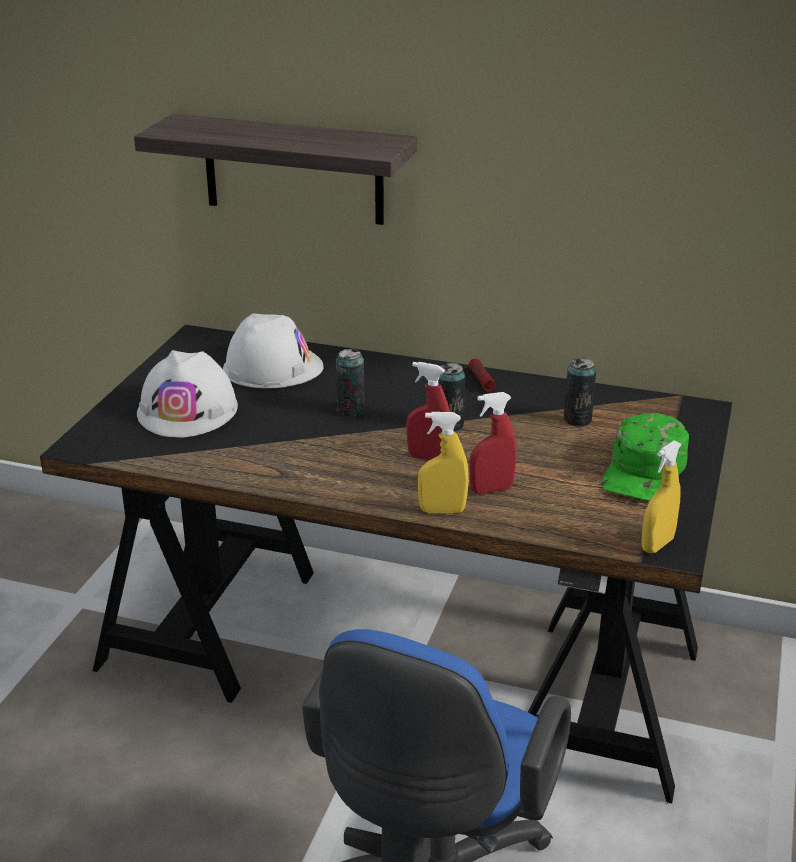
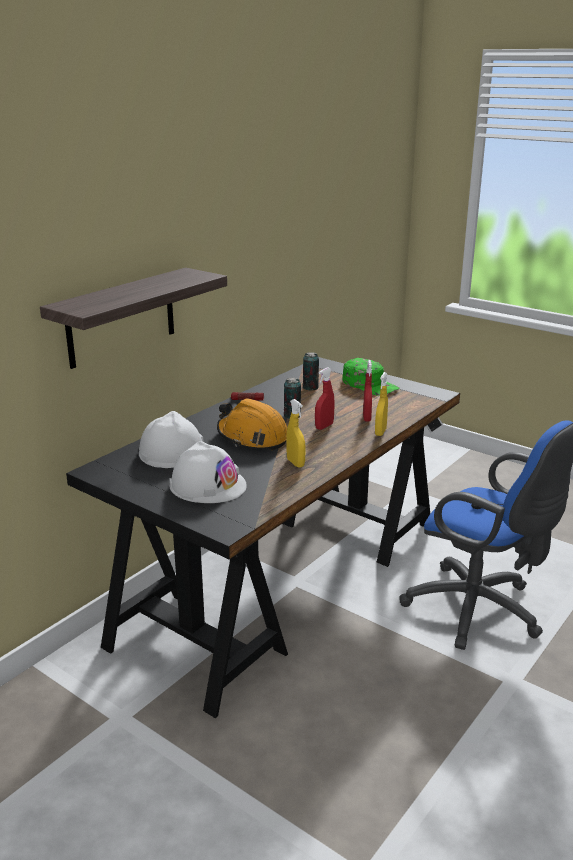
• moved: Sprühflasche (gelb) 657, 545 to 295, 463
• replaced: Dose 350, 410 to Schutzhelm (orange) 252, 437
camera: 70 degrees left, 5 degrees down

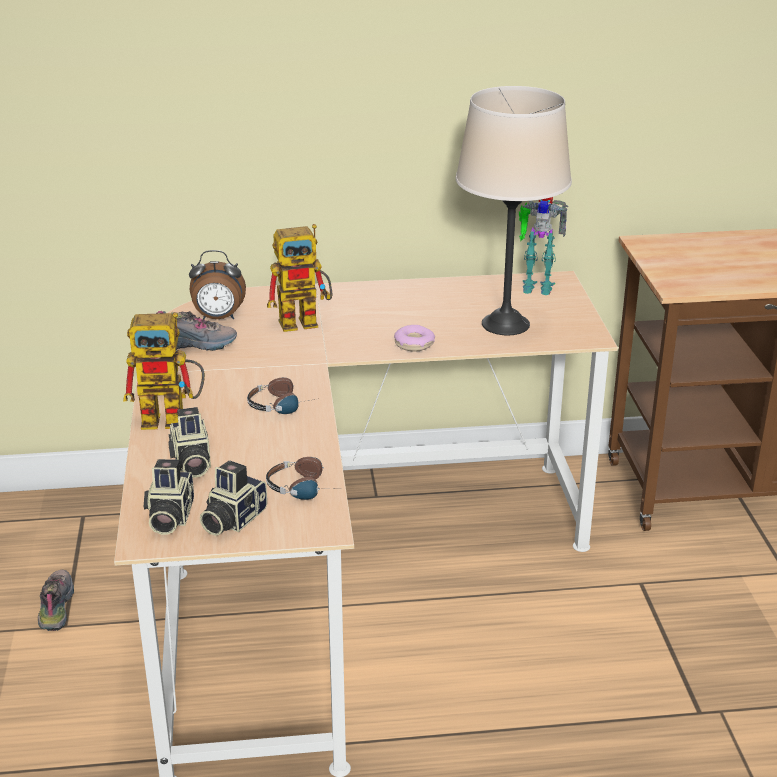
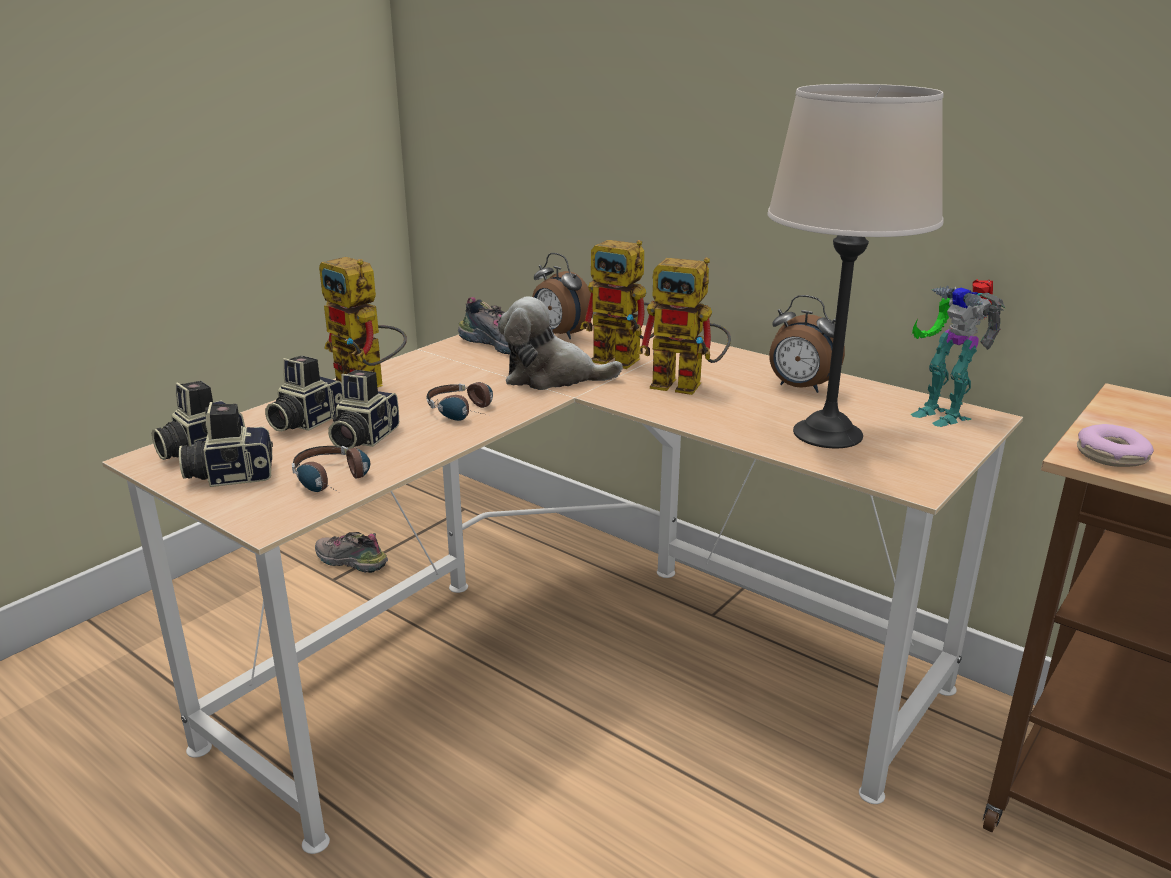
• added: Kamera 362, 438
• added: Plüschtier 552, 377
• added: Spielzeugroboter 688, 385
• added: Wecker 799, 388
• moved: Donut 414, 344 to 1111, 456
• turned: Schuh 55, 606 = 349, 562 105 degrees counterclockwise
camera: 45 degrees right, 5 degrees down

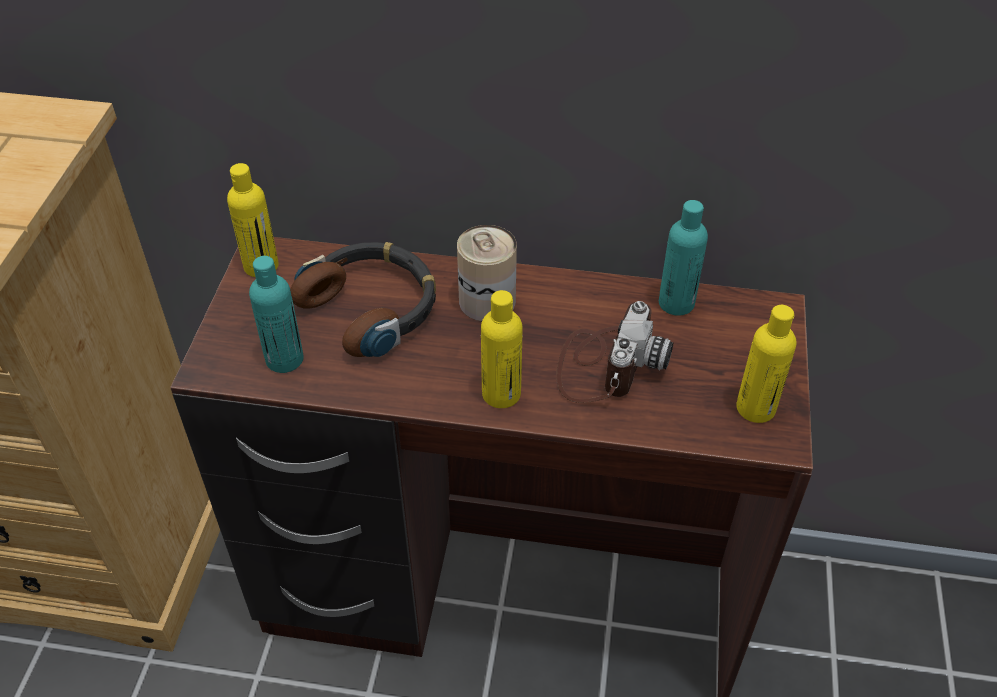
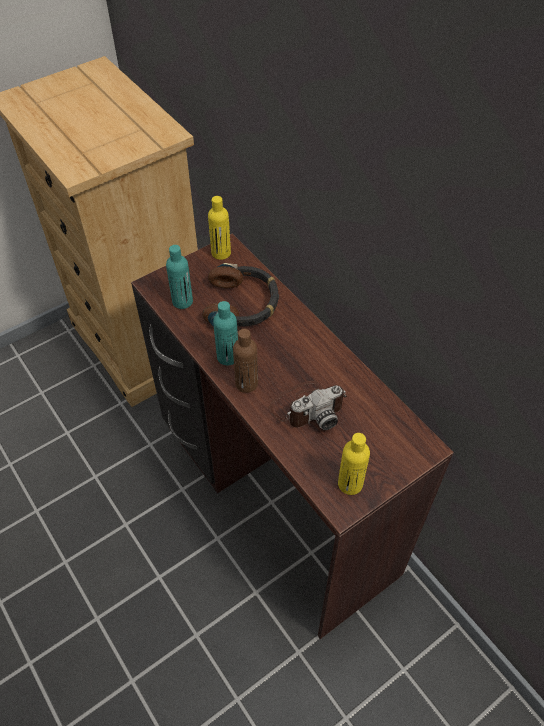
• removed: Dose 487, 301
• moved: Flasche (türkis) 676, 303 to 228, 357
• recoloured: Flasche (gelb) 501, 394 to Flasche (braun) 246, 384
camera: 45 degrees right, 5 degrees up

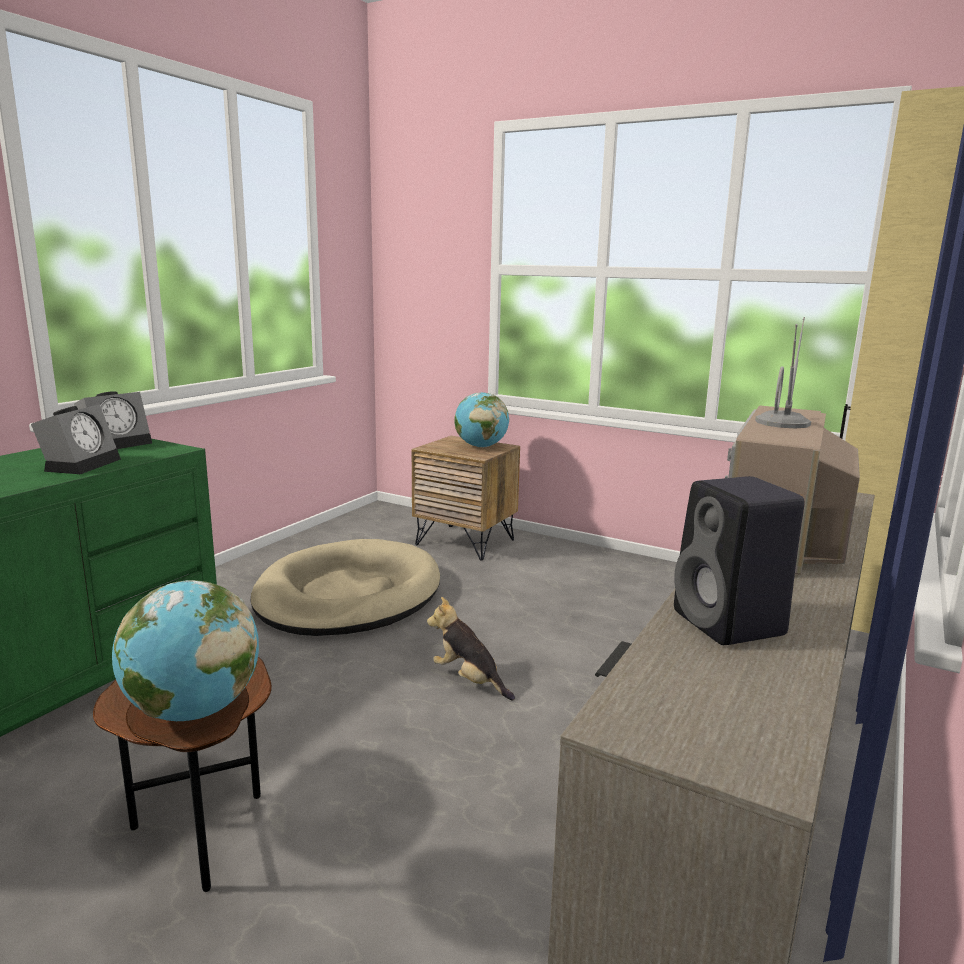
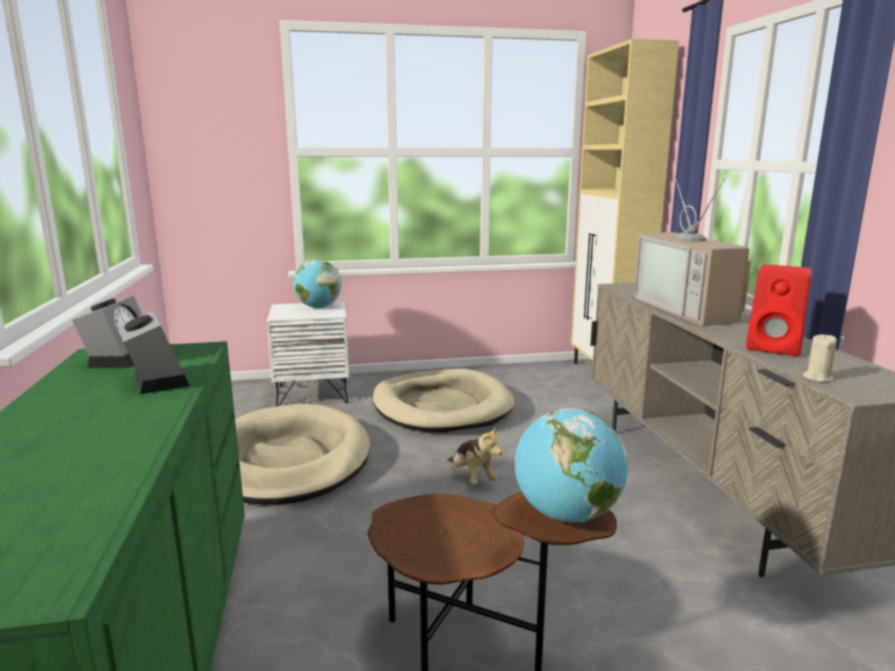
• added: Hundebett (beige) 441, 406
• added: Kerze (beige) 817, 378
• recoloured: Nachttisch (braun) 465, 542 to Nachttisch (weiß) 313, 394
• recoloured: Lautsprecher (schwarz) 731, 624 to Lautsprecher (rot) 776, 348
• turned: Plüschtier 469, 680 = 471, 478 120 degrees counterclockwise
camera: 40 degrees left, 0 degrees up

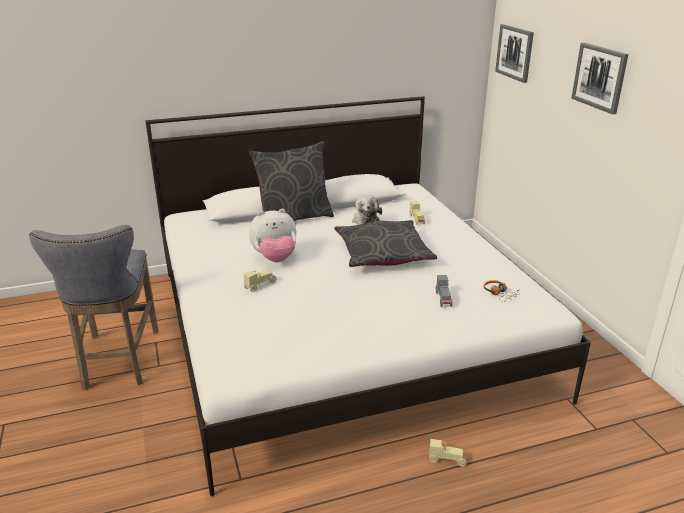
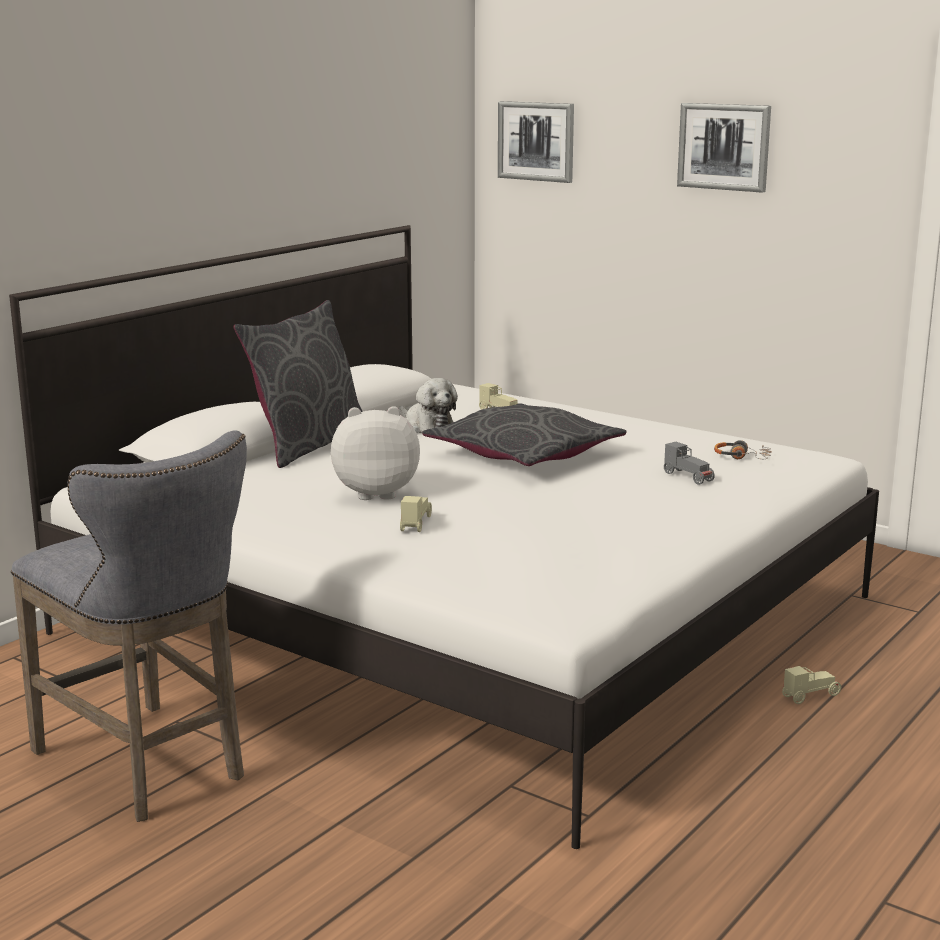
• turned: Plüschtier 275, 258 = 376, 493 135 degrees counterclockwise
camera: 35 degrees left, 10 degrees down

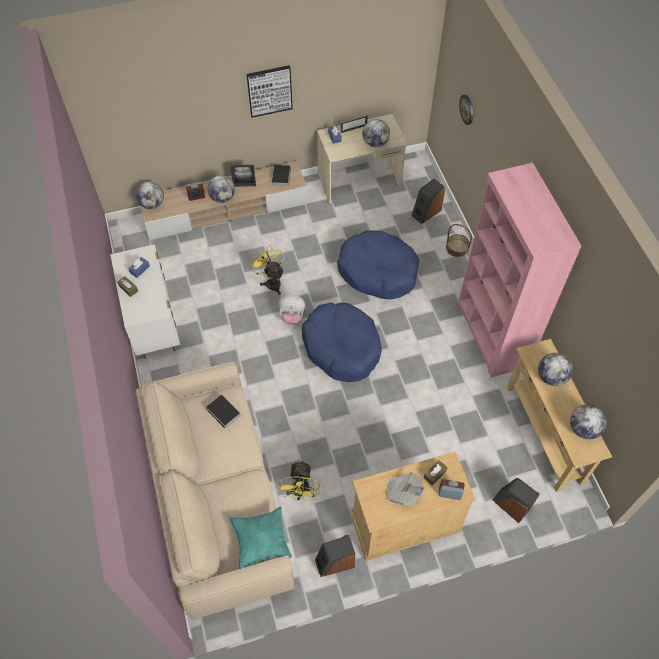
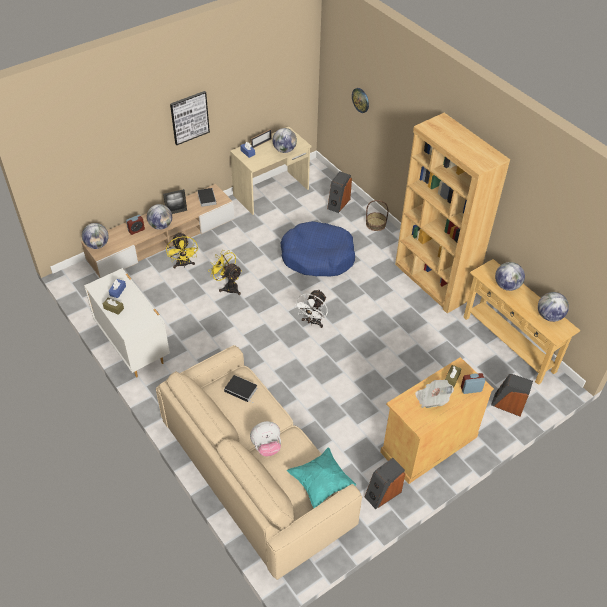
• moved: Ventilator (gelb) 300, 492 to 184, 264
• moved: Plüschtier 292, 316 to 266, 446
• replaced: Hundebett (blau) 341, 347 to Ventilator (weiß) 312, 322
• recoloured: Bücherregal (rosa) 491, 334 to Bücherregal (braun) 433, 281
camera: 20 degrees left, 10 degrees down

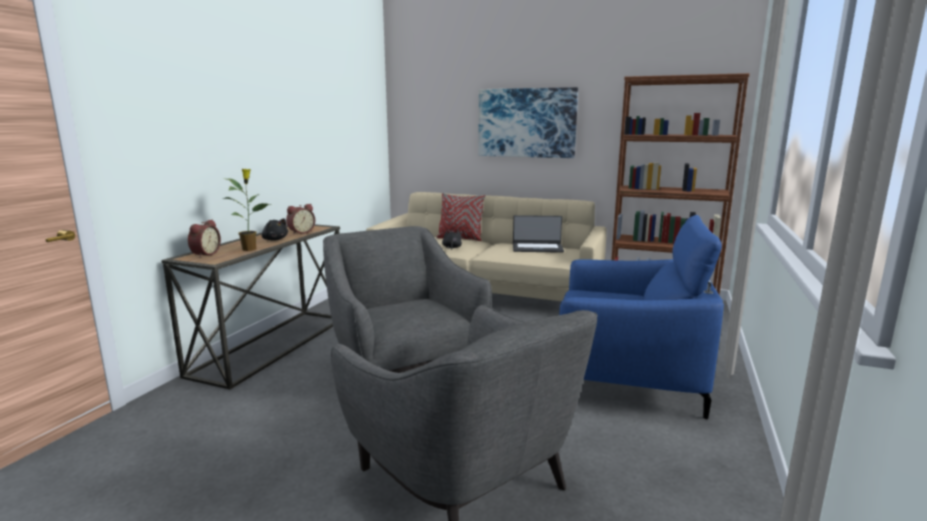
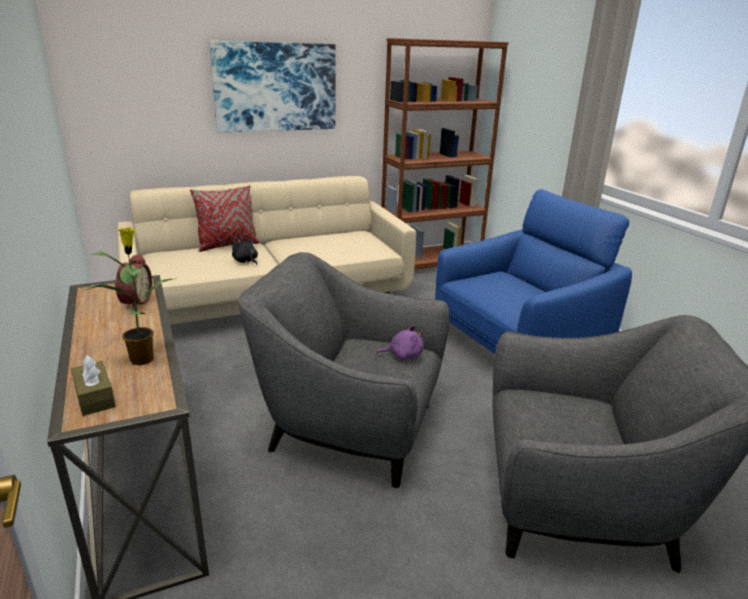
• removed: Plüschtier (schwarz) 274, 240
• removed: Laptop 537, 248
• added: Plüschtier (lila) 403, 355
• replaced: Wecker 204, 254 to Taschentuchbox (braun) 95, 397
camera: 45 degrees left, 10 degrees up

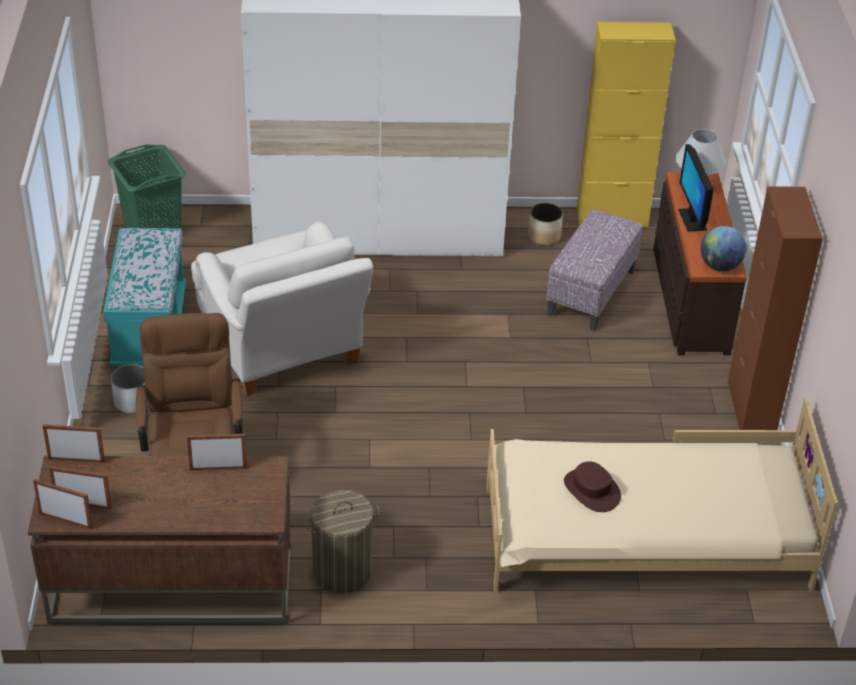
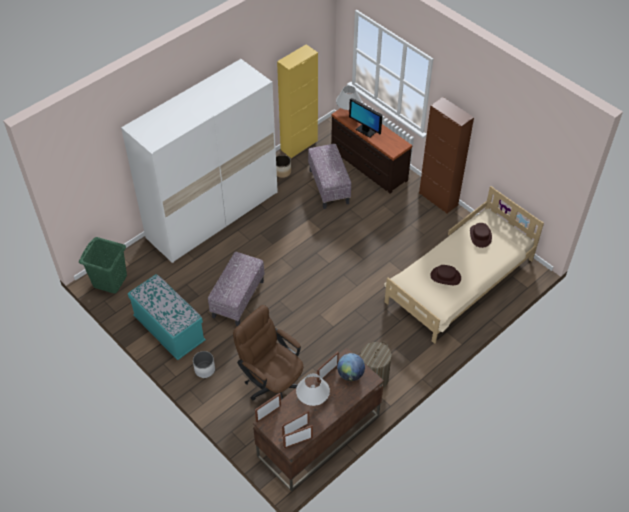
• added: Tischlampe (weiß) 313, 400
• added: Hut (braun) 480, 236
• moved: Globus 720, 266 to 350, 374
• replaced: Sessel (weiß) 283, 350 to Polsterhocker 238, 299
camera: 40 degrees left, 10 degrees up

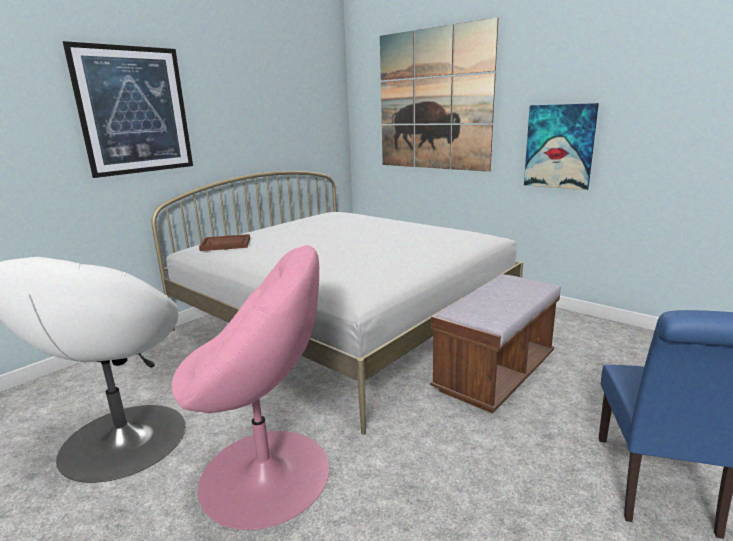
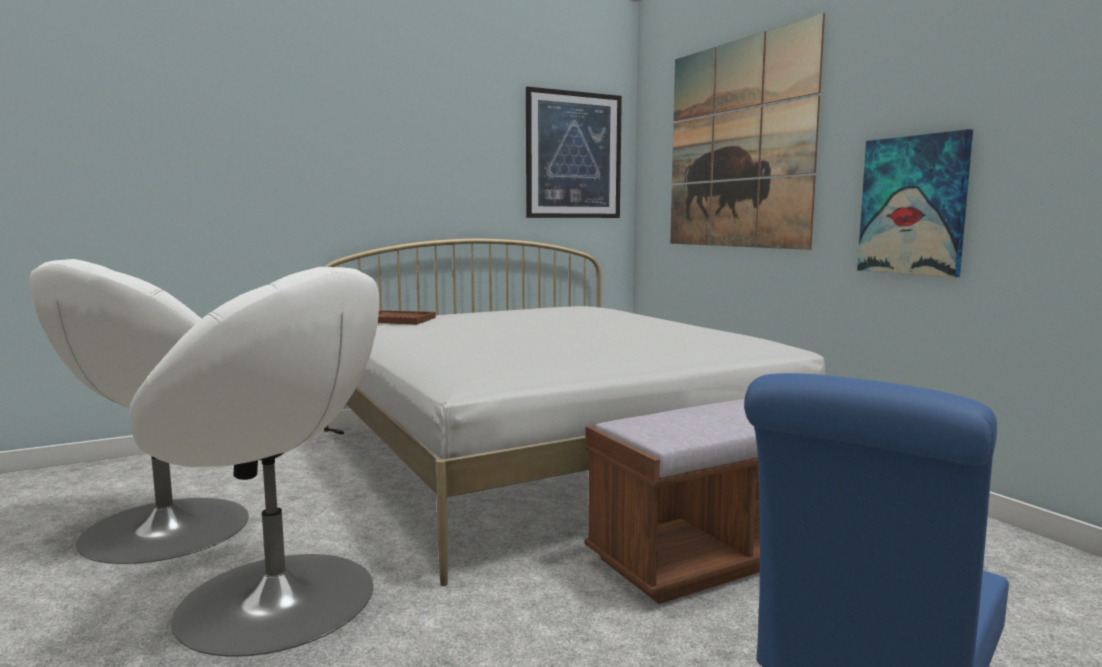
• moved: Bild 134, 111 to 574, 155
• recoloured: Sessel (rosa) 267, 475 to Sessel (weiß) 279, 600
camera: 20 degrees right, 10 degrees down

